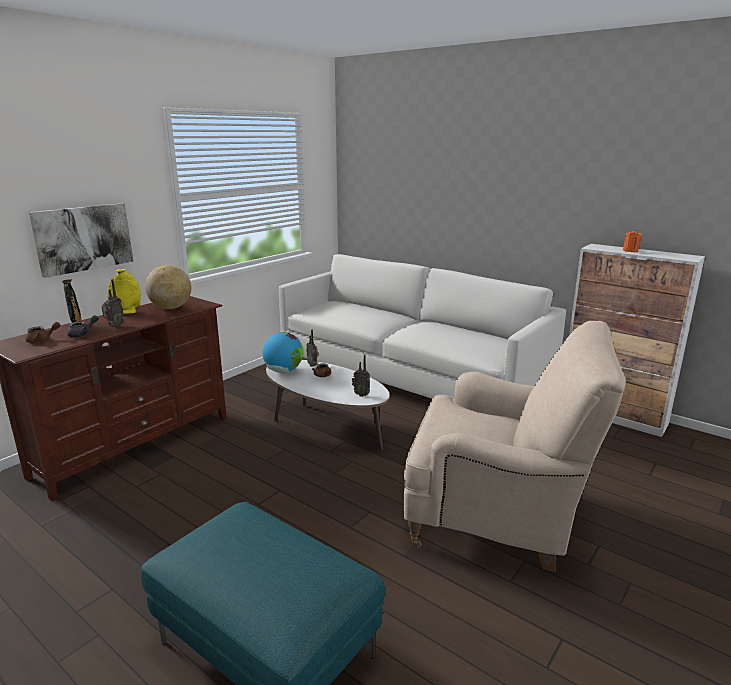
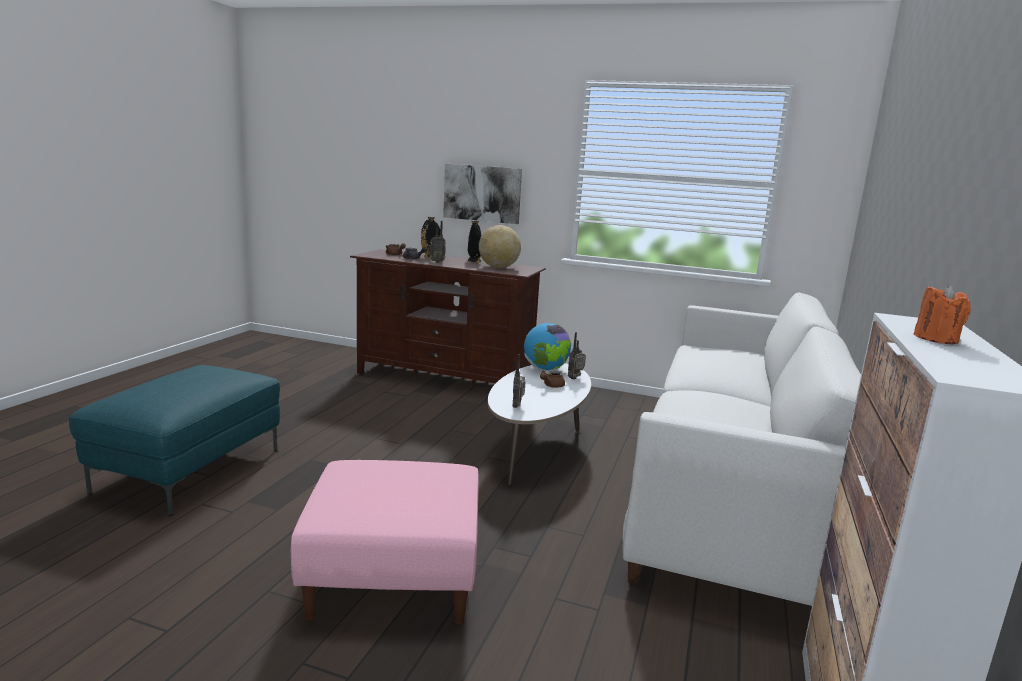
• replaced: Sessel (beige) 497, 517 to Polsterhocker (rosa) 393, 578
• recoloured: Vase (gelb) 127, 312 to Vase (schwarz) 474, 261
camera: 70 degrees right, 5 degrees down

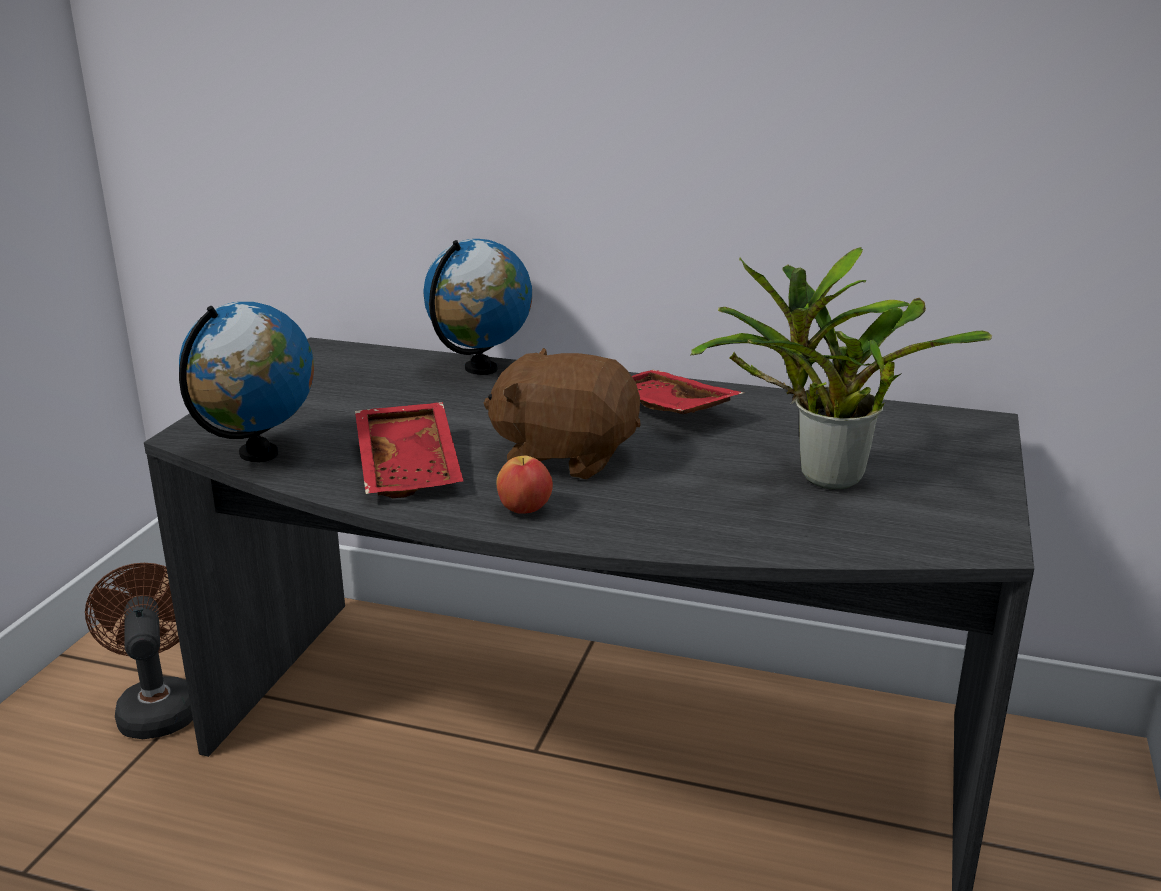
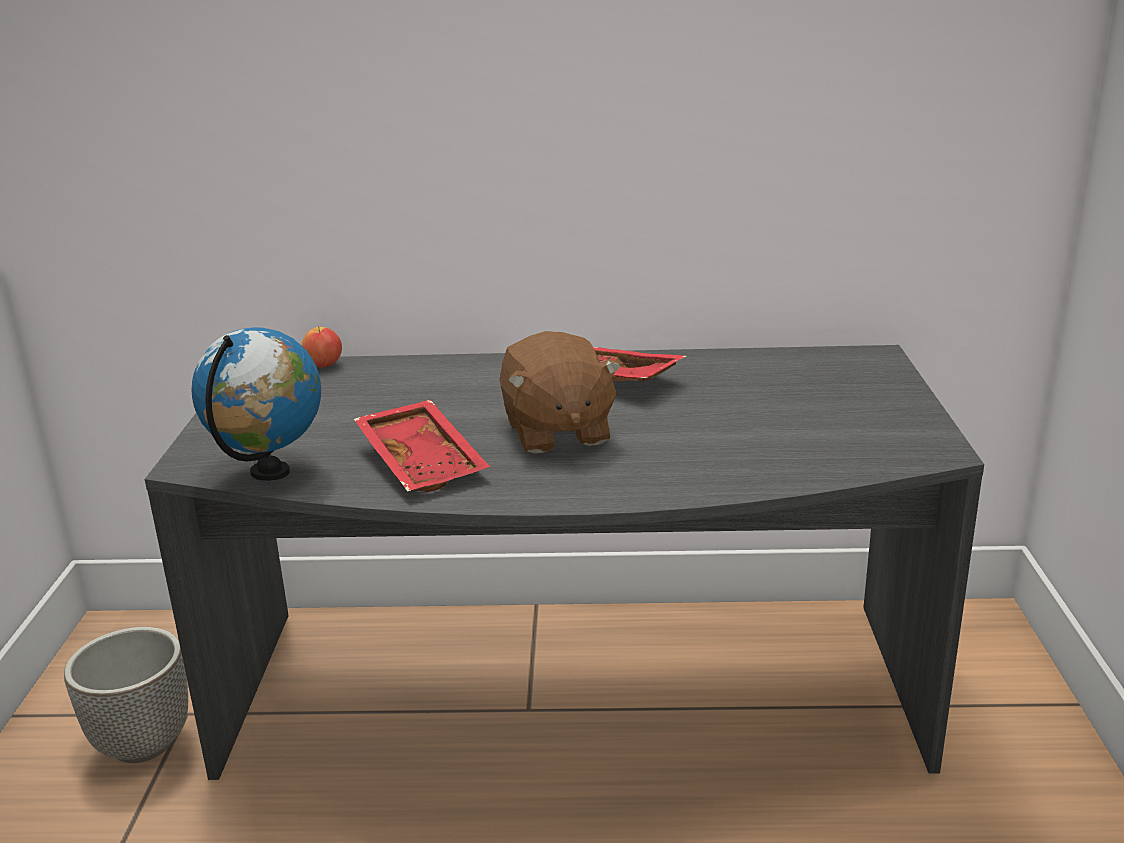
• removed: Globus 481, 369
• removed: Topfpflanze 821, 477
• moved: Apfel 524, 509 to 324, 365
• replaced: Ventilator (braun) 157, 707 to Pflanzkübel 142, 745
• turned: Plüschtier (braun) 565, 456 = 556, 432 105 degrees counterclockwise
camera: 15 degrees left, 0 degrees up

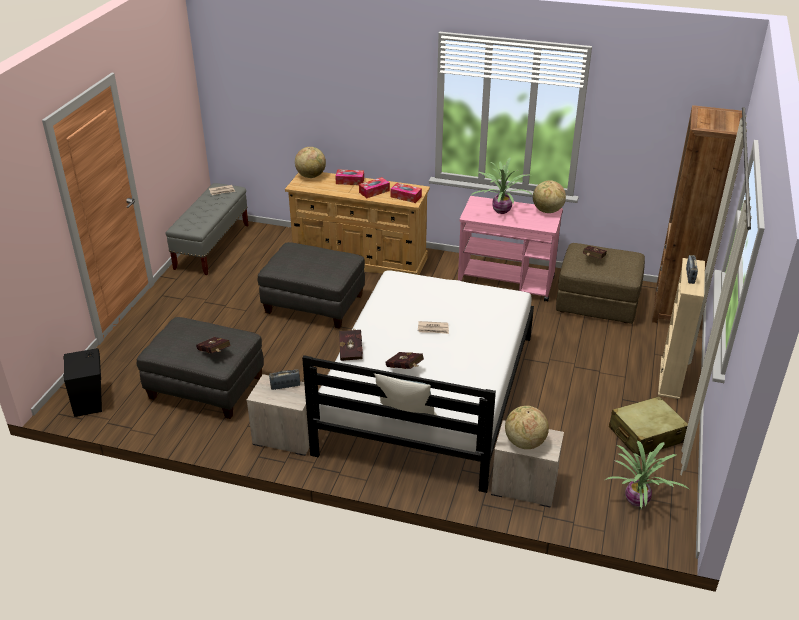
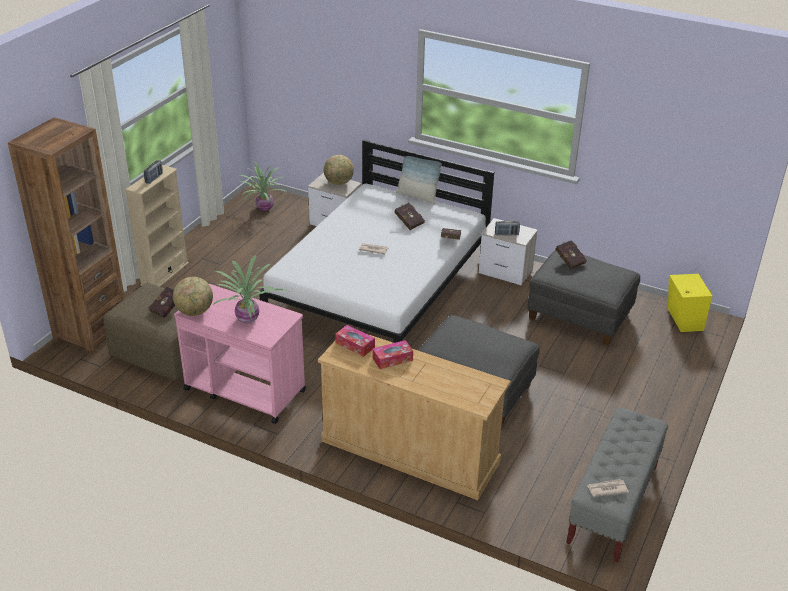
• removed: Globus 311, 176
• removed: Taschentuchbox 350, 181
• removed: Koffer (beige) 645, 435
• recoloured: Lautsprecher (schwarz) 90, 399 to Lautsprecher (gelb) 683, 320
camera: 170 degrees left, 0 degrees up

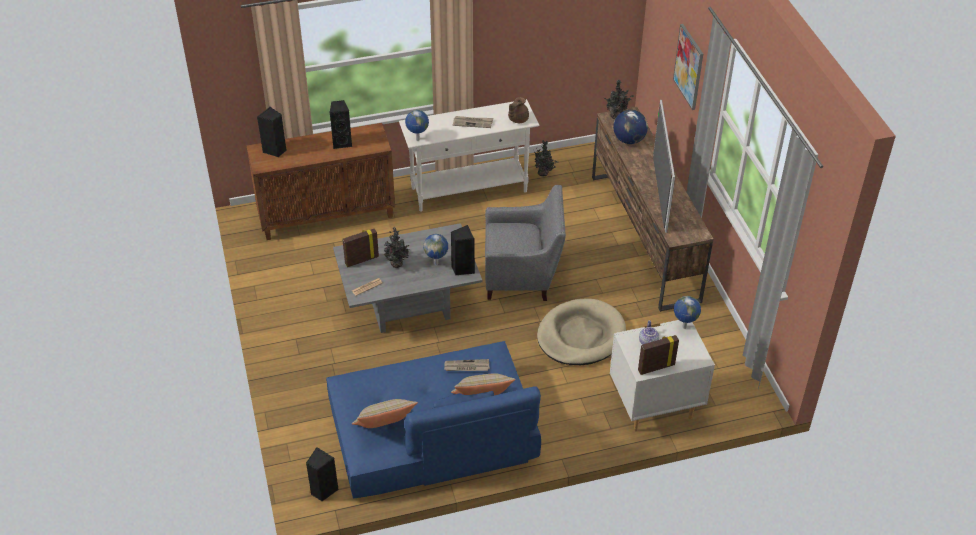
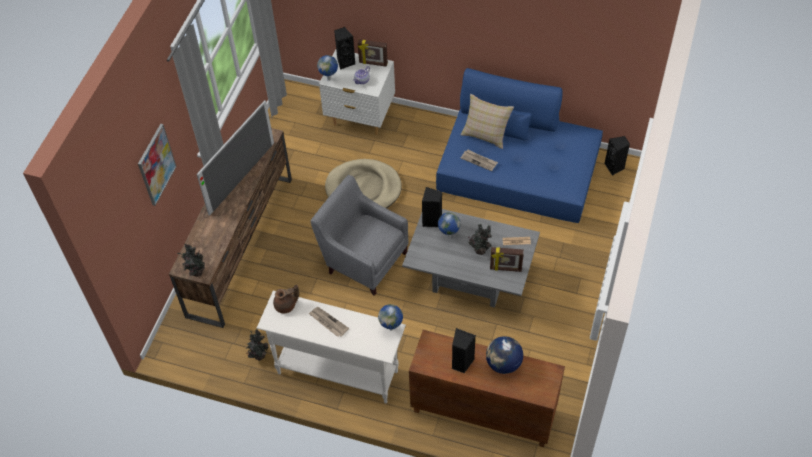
• removed: Kissen (beige) 385, 428
• moved: Lautsprecher (schwarz) 275, 150 to 345, 62
• moved: Globus 629, 140 to 503, 364
camera: 145 degrees left, 10 degrees up

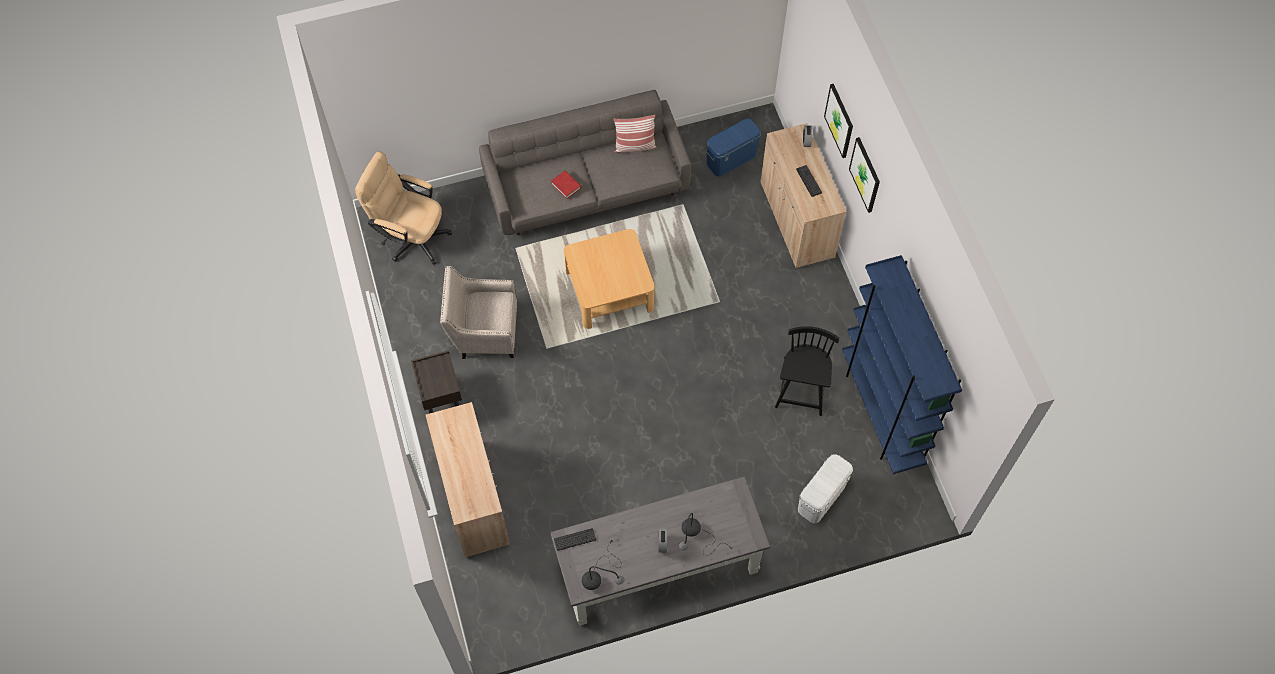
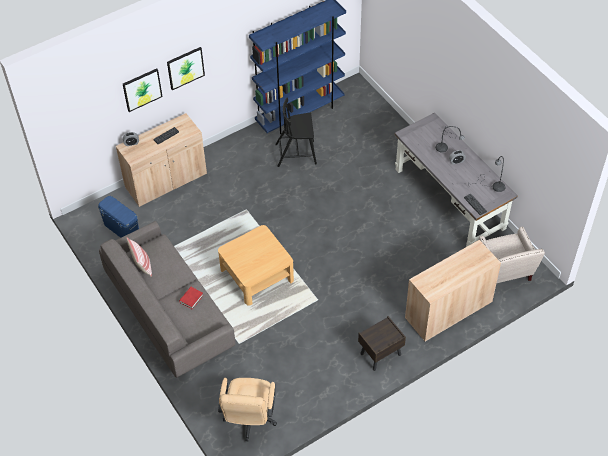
• removed: Aufbewahrungsbox (weiß) 821, 497
• moved: Sessel (beige) 484, 331 to 504, 273
camera: 105 degrees left, 10 degrees down

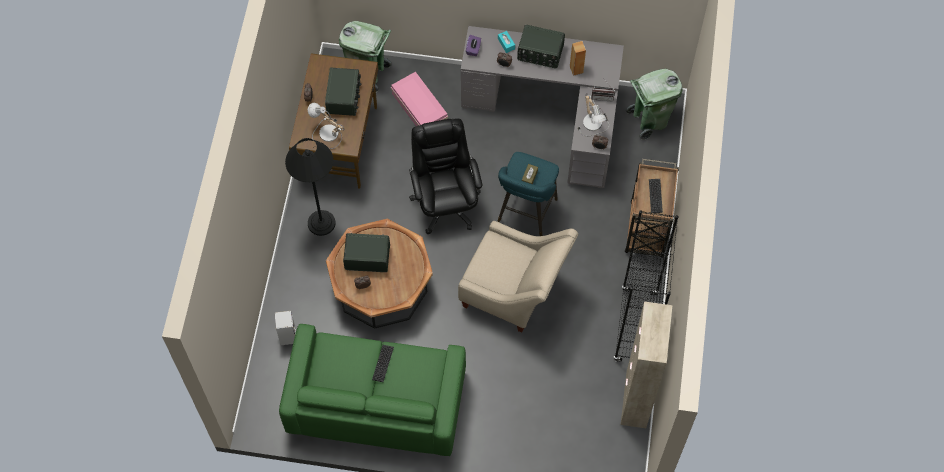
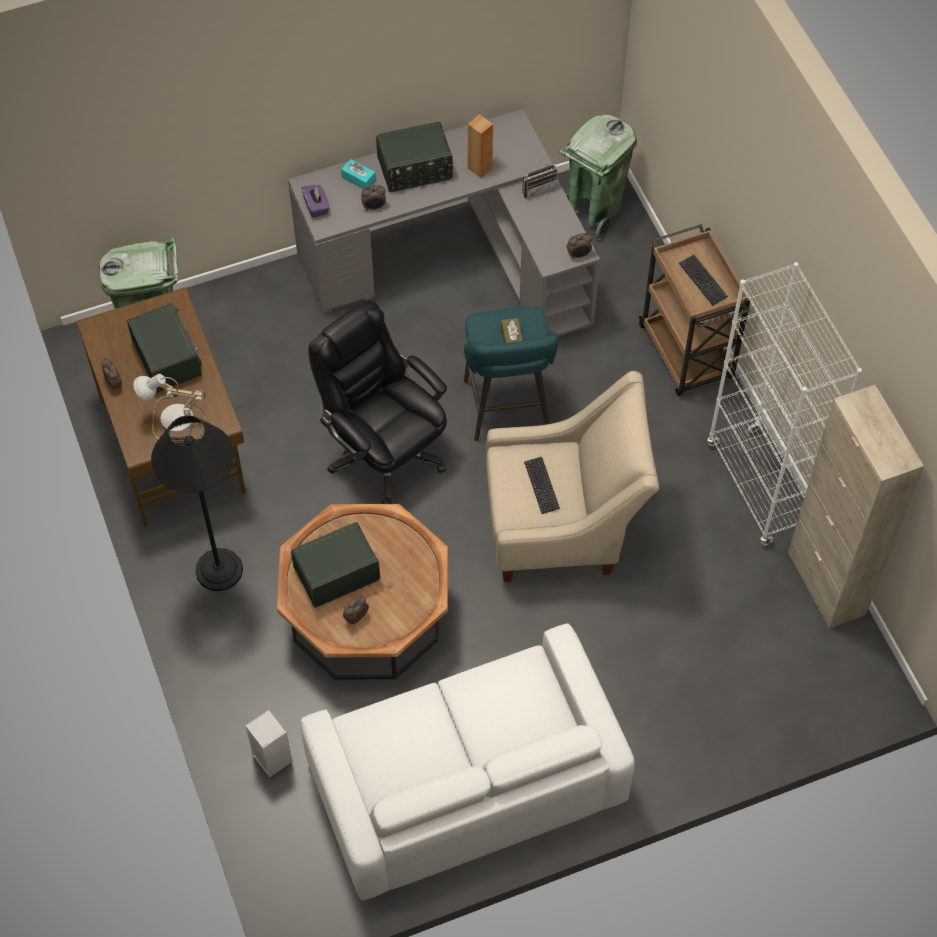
• removed: Aufbewahrungsbox (rosa) 419, 109
• removed: Tischlampe 594, 123
• moved: Tastatur 383, 363 to 541, 486
• recoloured: Sofa (grün) 376, 401 to Sofa (weiß) 466, 781
• recoloured: Bücherregal (schwarz) 636, 327 to Bücherregal (weiß) 759, 487
camera: 30 degrees left, 5 degrees down

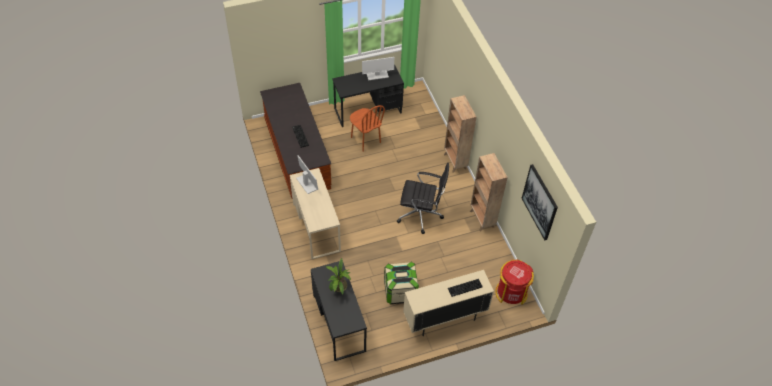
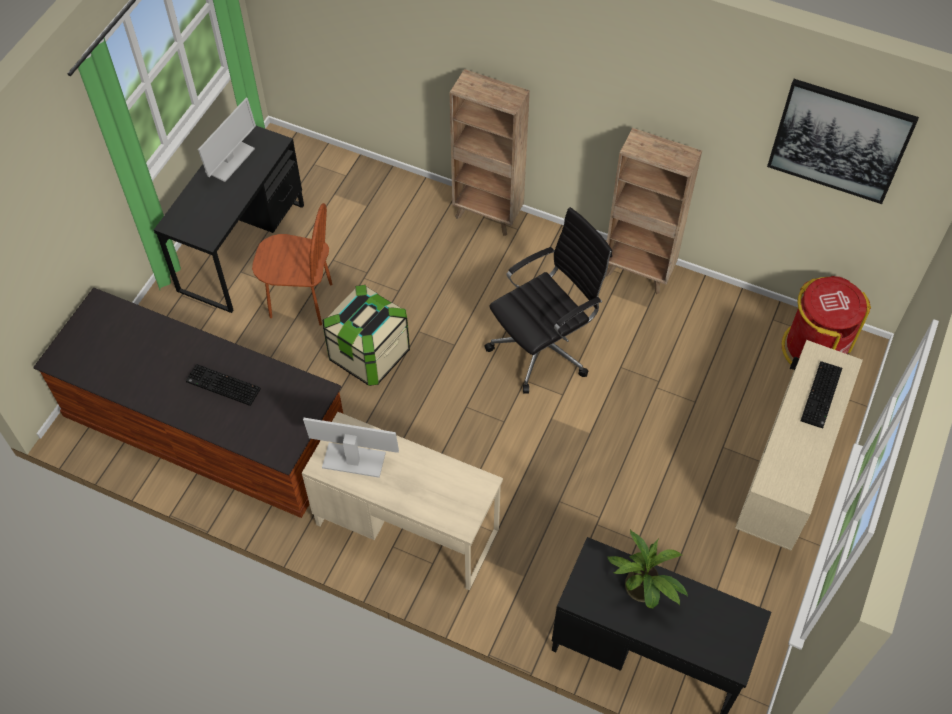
• moved: Aufbewahrungsbox 400, 291 to 369, 354
camera: 45 degrees left, 5 degrees up

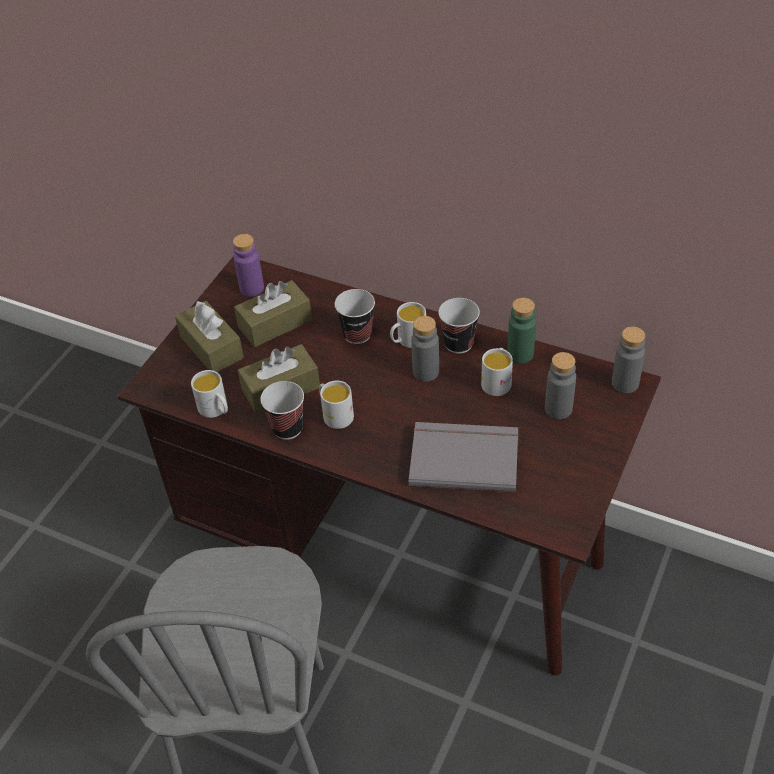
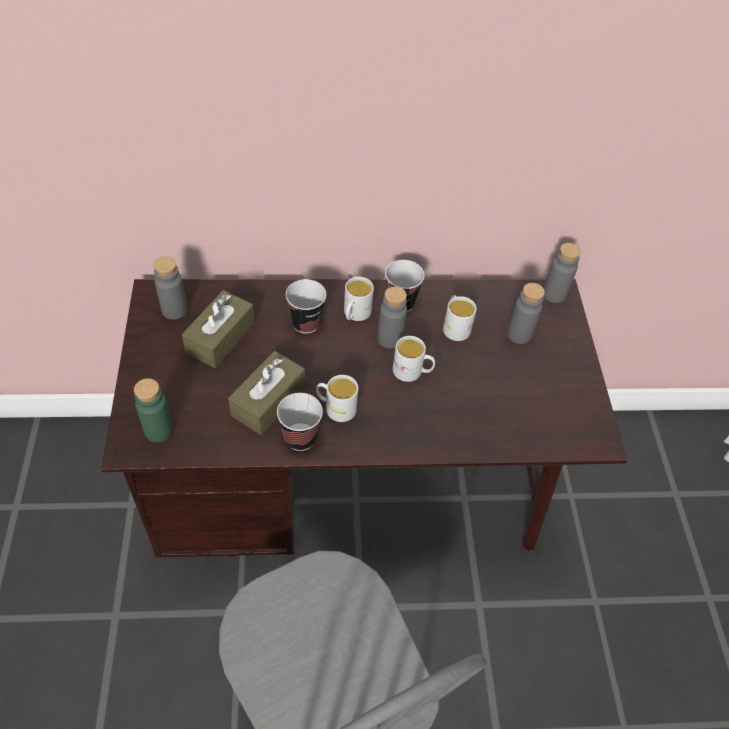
• removed: Taschentuchbox (braun) 211, 347
• removed: Buch (grau) 463, 457
• moved: Henkelbecher (weiß) 216, 410 to 412, 372
• moved: Flasche (grün) 520, 354 to 158, 430
• recoloured: Flasche (lila) 252, 288 to Flasche (grau) 174, 310
camera: 35 degrees left, 5 degrees up

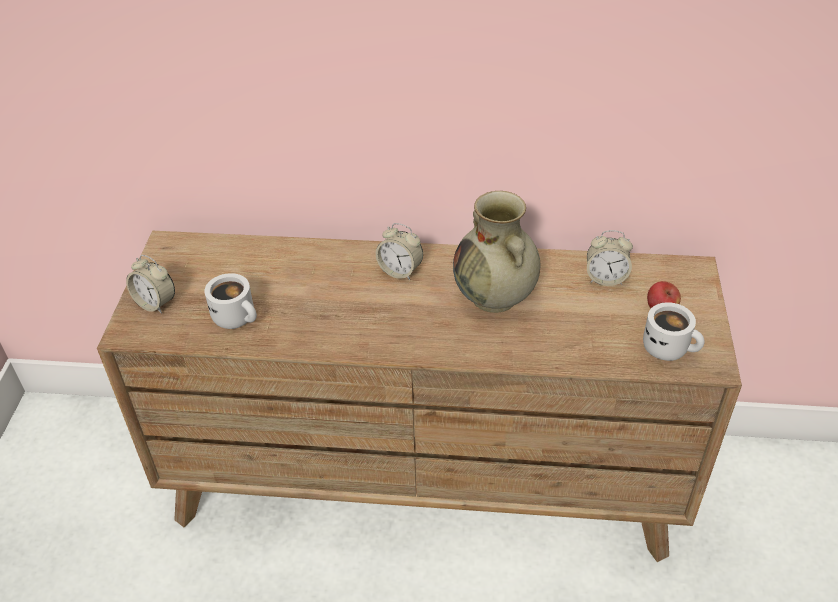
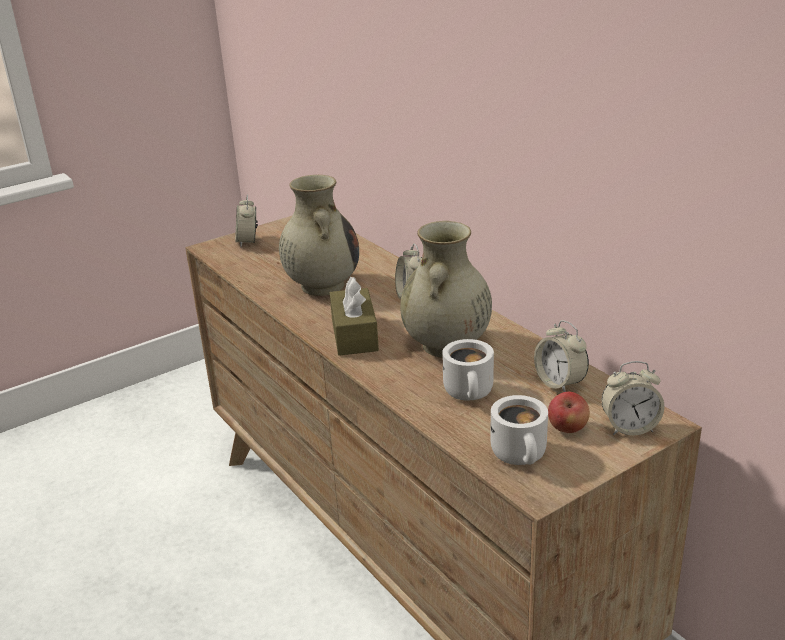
• added: Vase (beige) 322, 285
• added: Taschentuchbox (braun) 354, 335
• added: Wecker 629, 427
• moved: Henkelbecher (weiß) 238, 317 to 471, 393
camera: 50 degrees right, 15 degrees down

